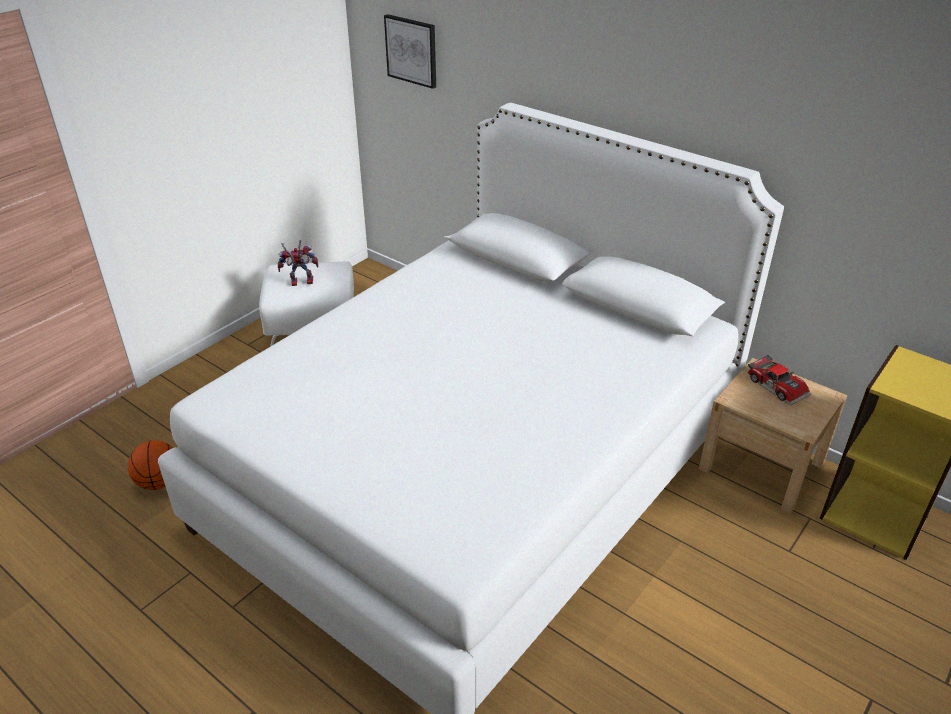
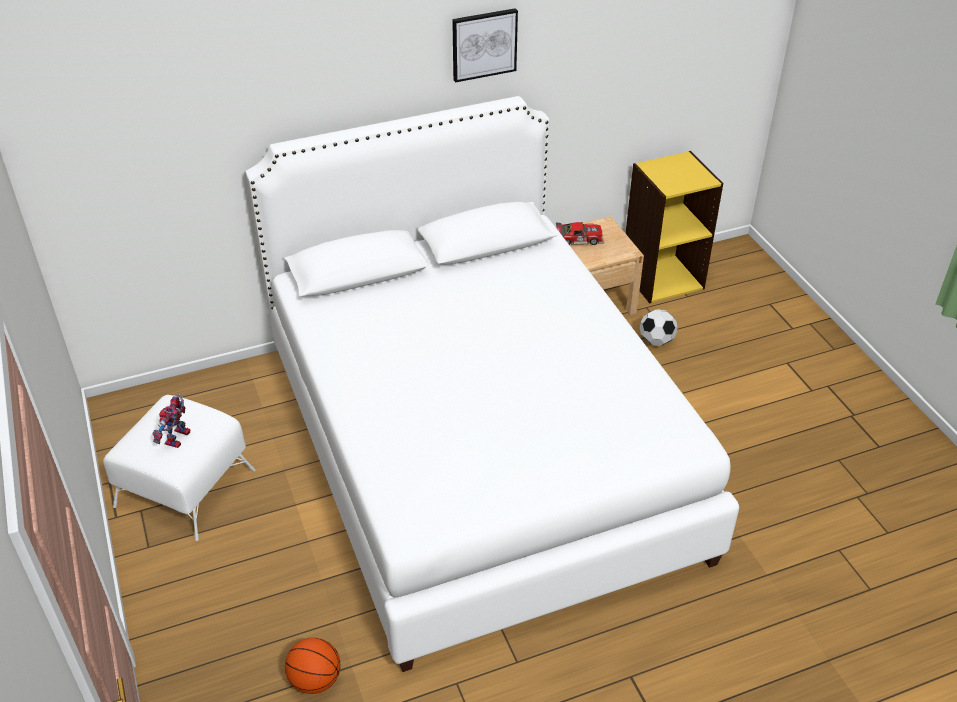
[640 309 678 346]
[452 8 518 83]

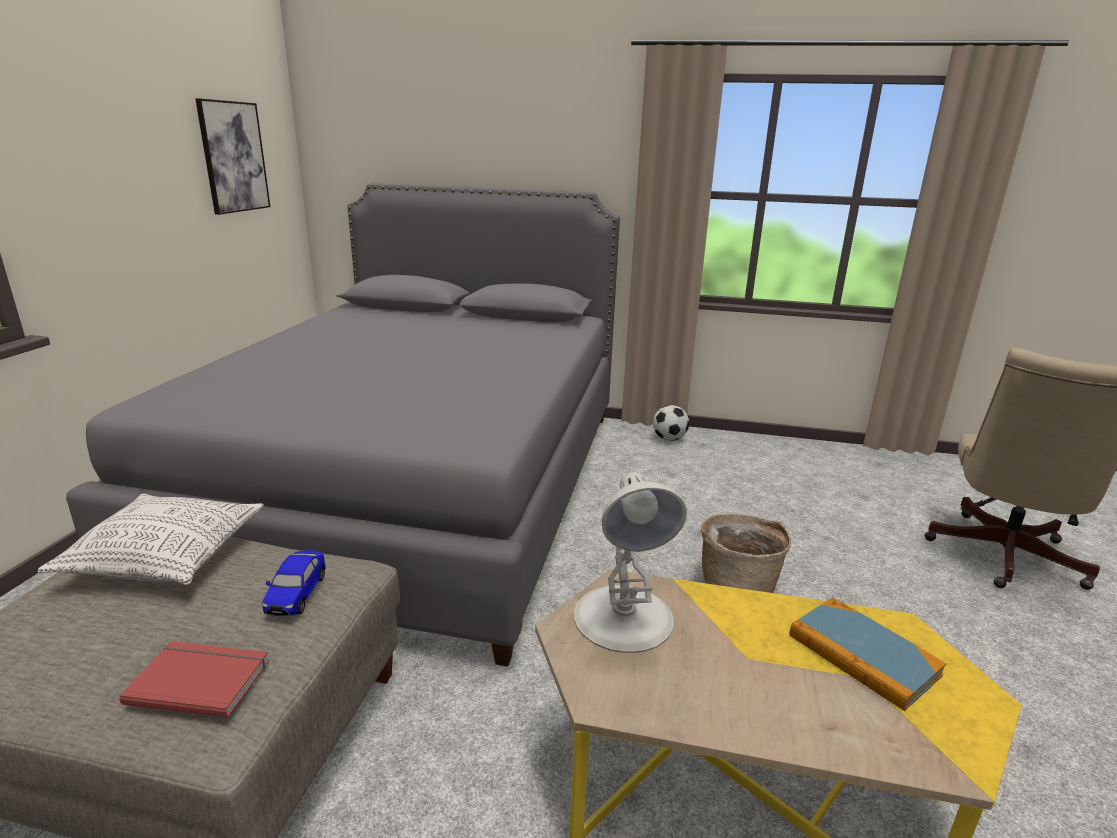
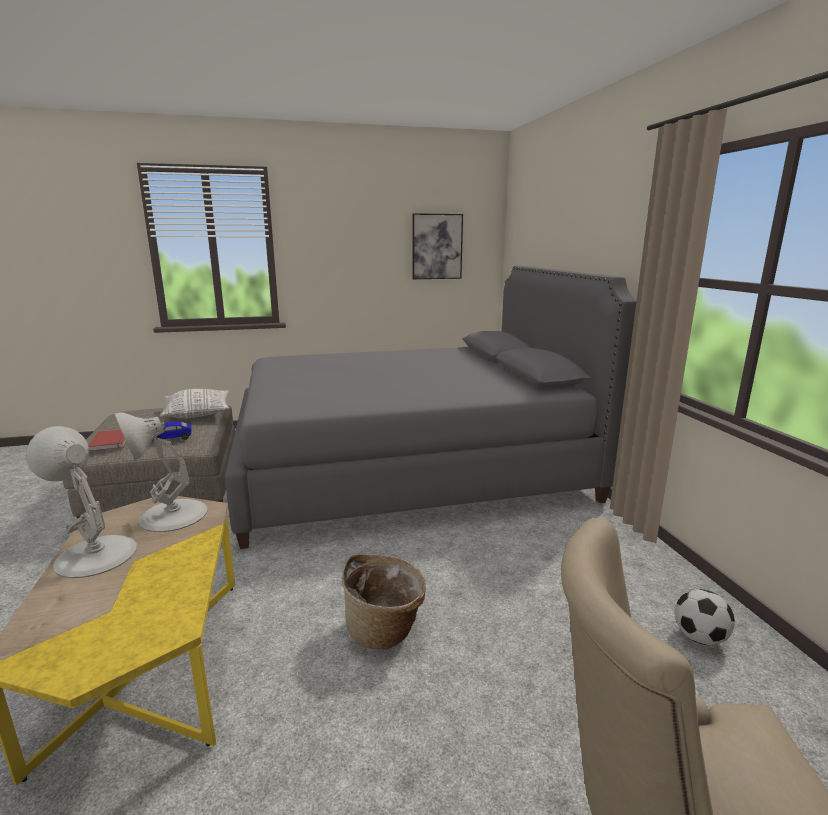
[789 597 947 711] (first image)
[26 426 137 578]
[675 589 735 645]

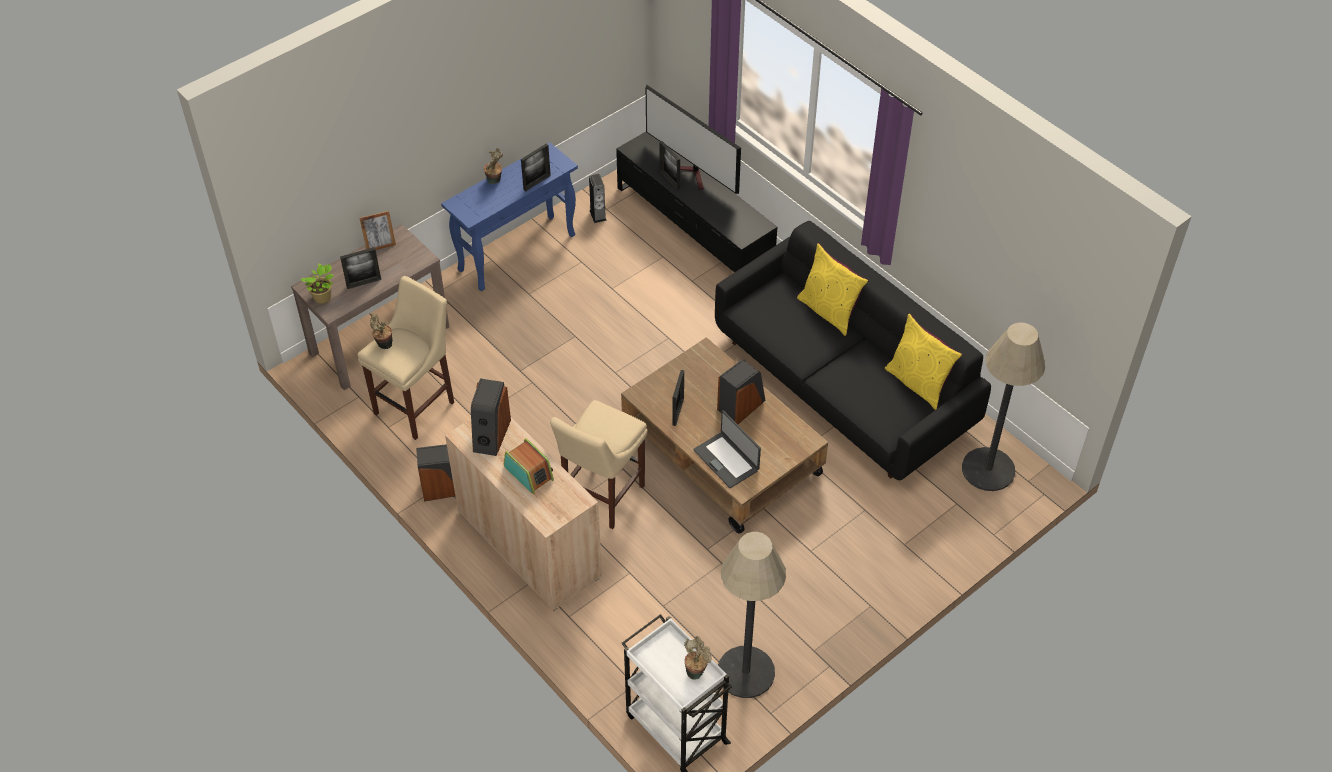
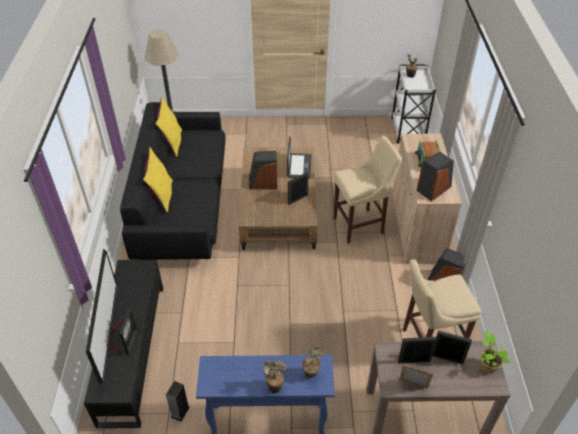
[718 532 786 698] (first image)
[302 346 323 378]
[398 337 437 364]

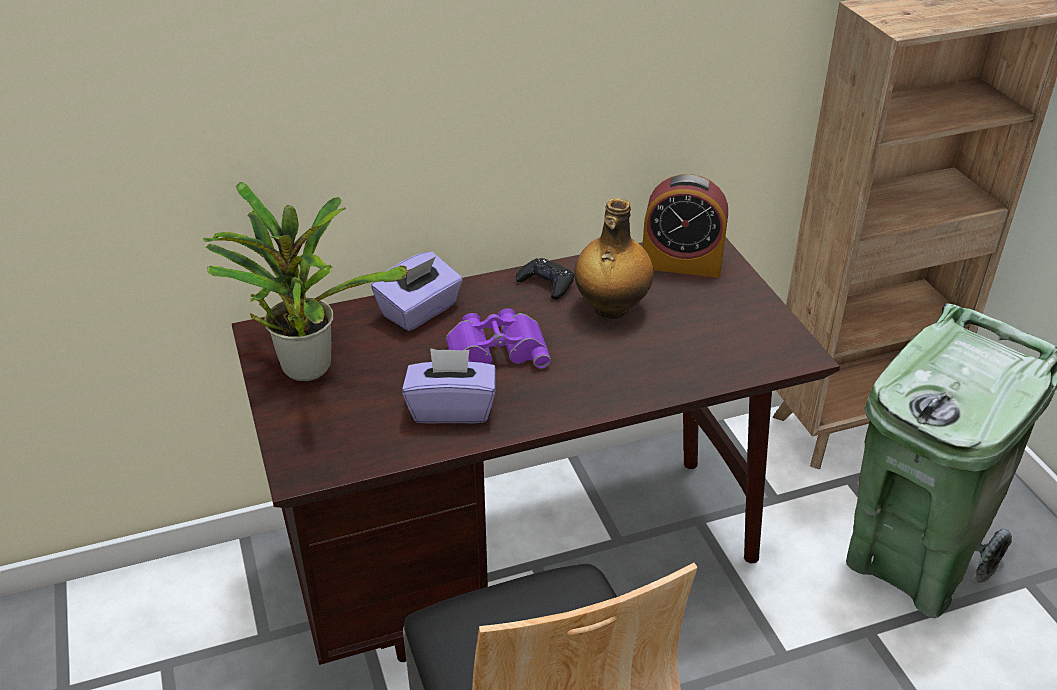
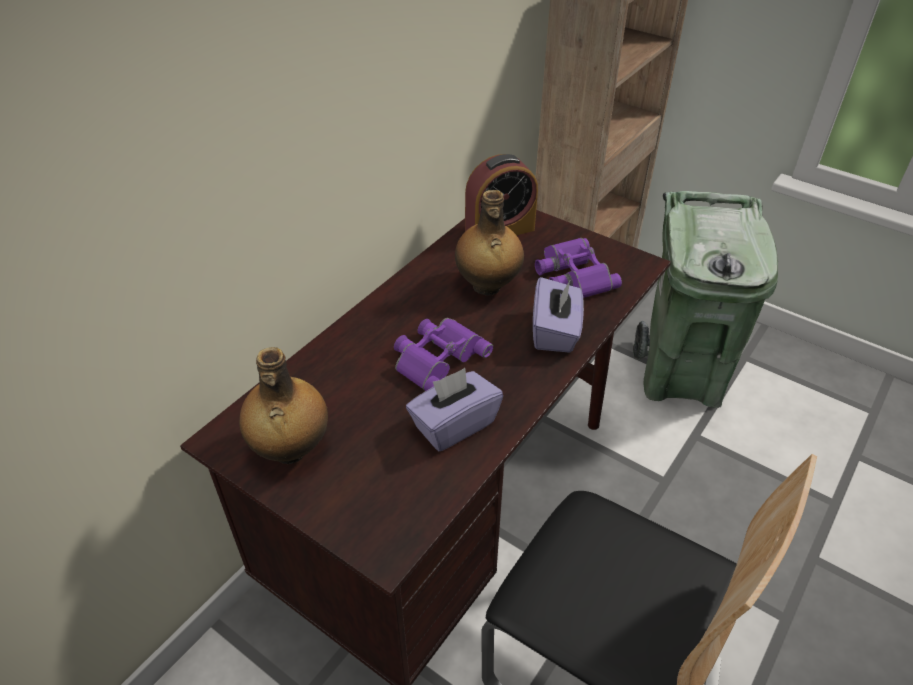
[516 258 574 299] (first image)
[535 238 622 298]
[533 277 584 353]
[239 347 328 464]

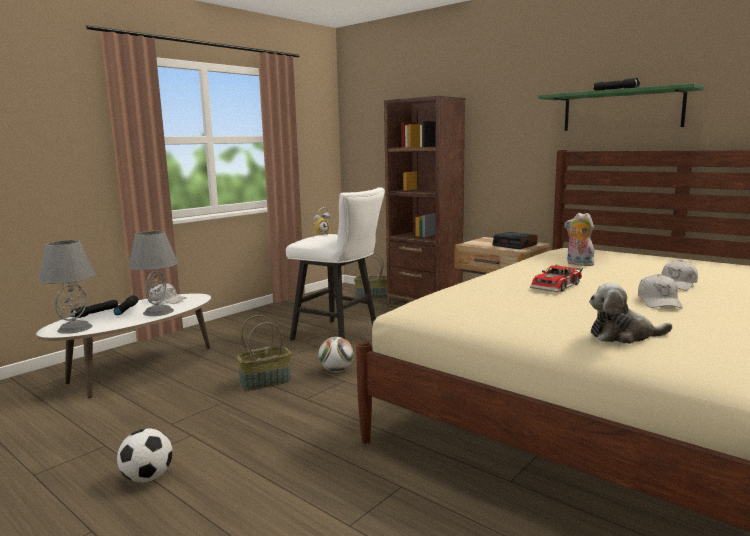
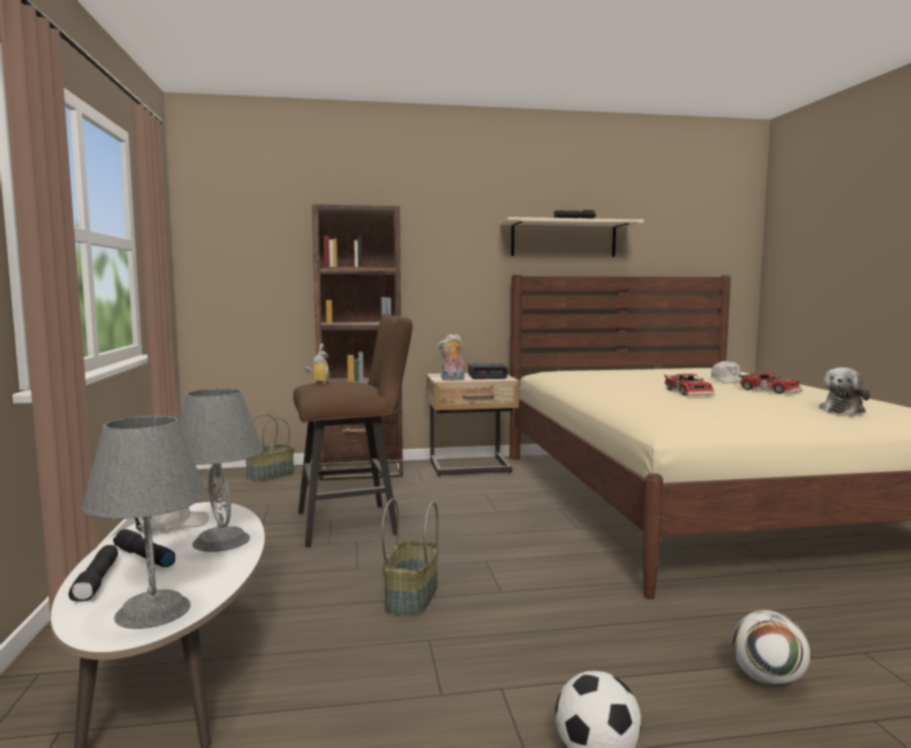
[732 610 810 687]
[437 334 465 380]
[738 372 803 394]
[293 314 413 547]
[499 217 644 257]

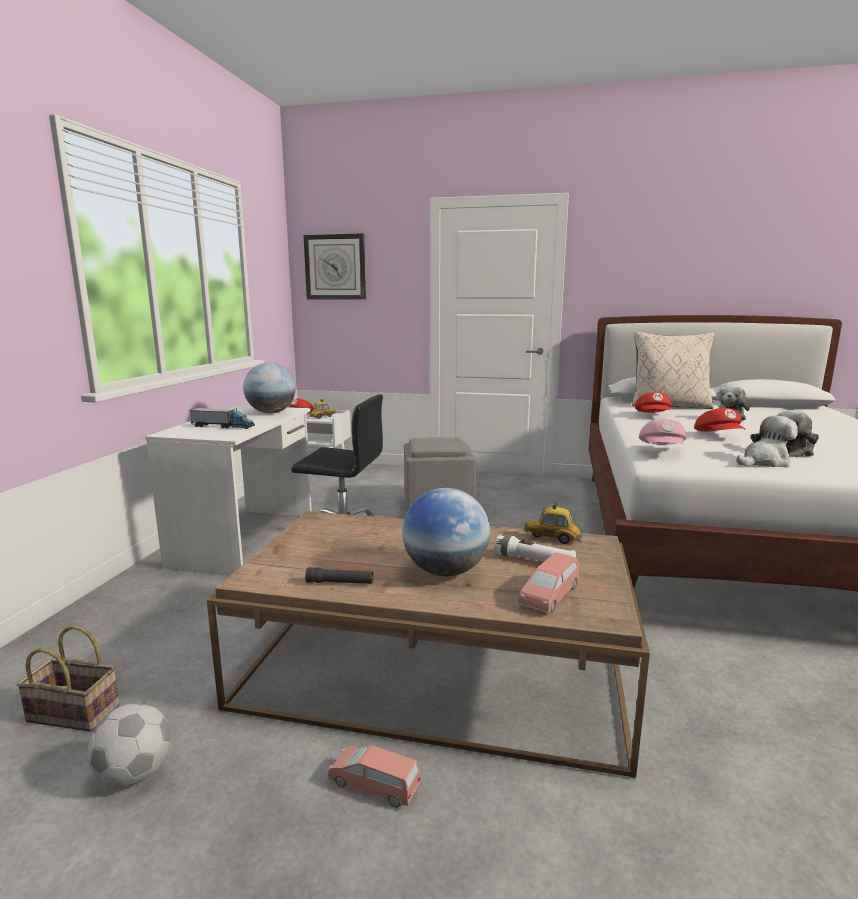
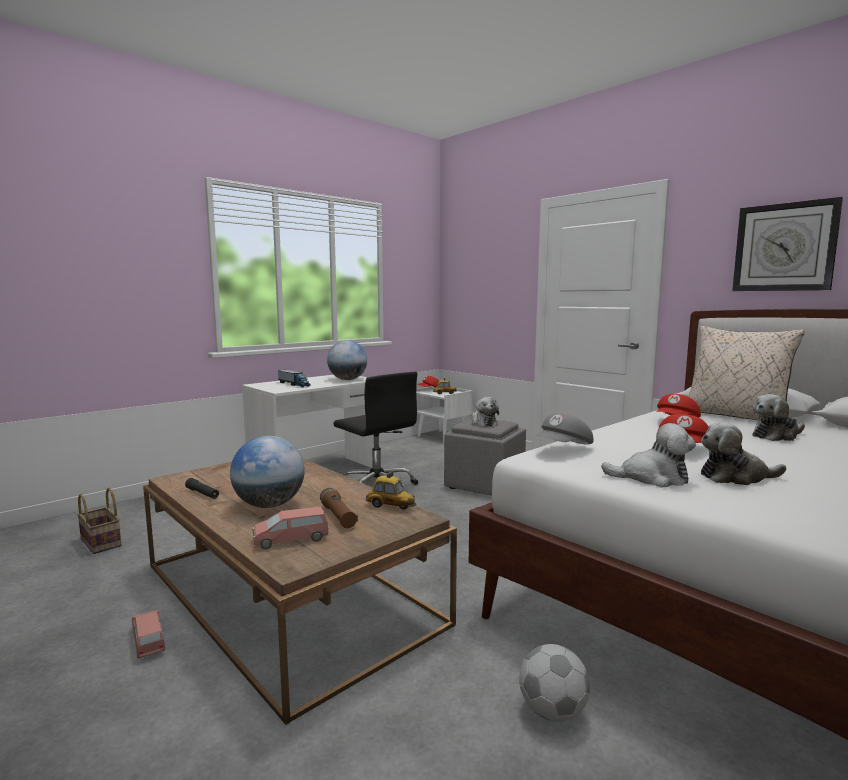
[472 397 499 427]
[519 644 590 722]
[732 197 843 291]
[320 488 358 528]
[535 413 593 445]
[365 471 416 509]

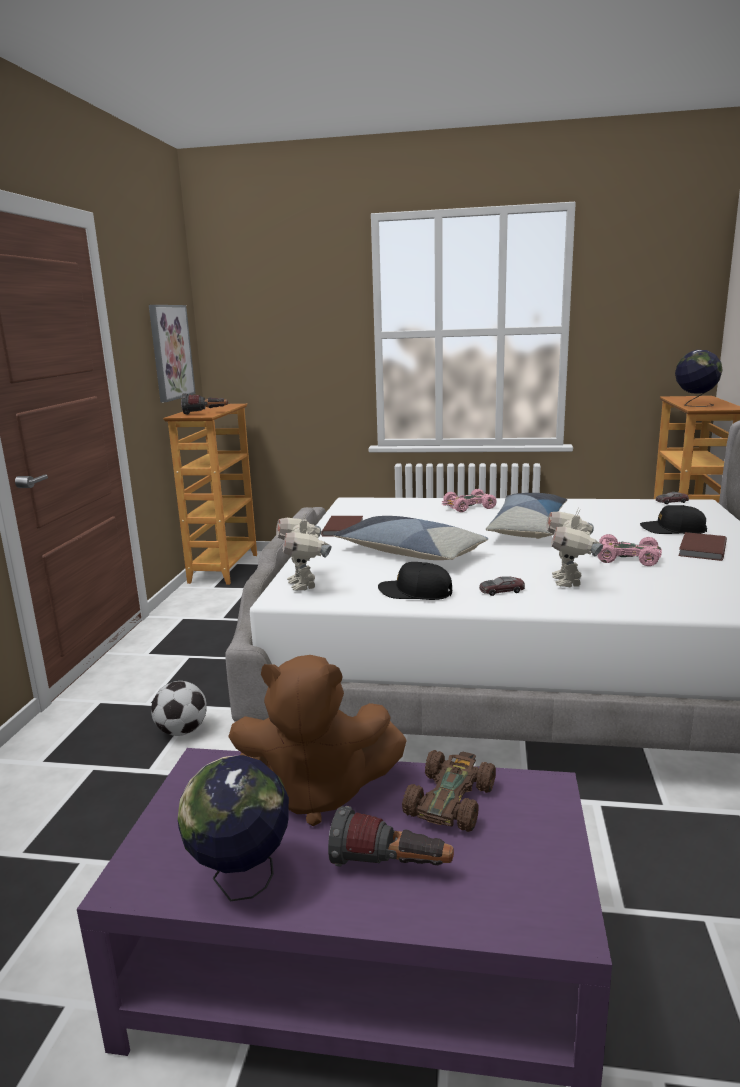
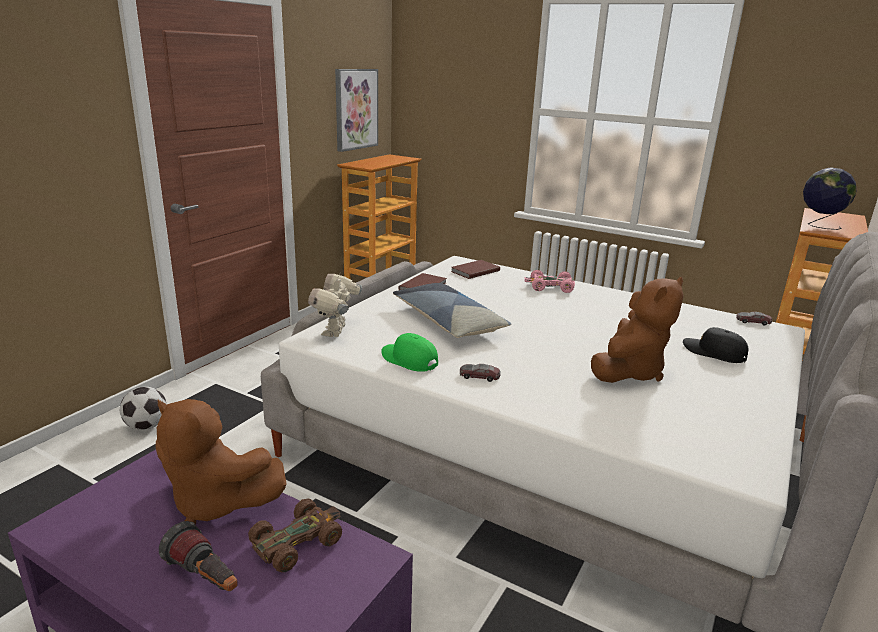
[178 755 289 902] (first image)
[181 393 228 415] (first image)
[486 493 567 539] (first image)
[546 507 603 587] (first image)
[120 387 167 430]
[451 260 500 279]
[591 277 684 383]
[381 333 438 372]

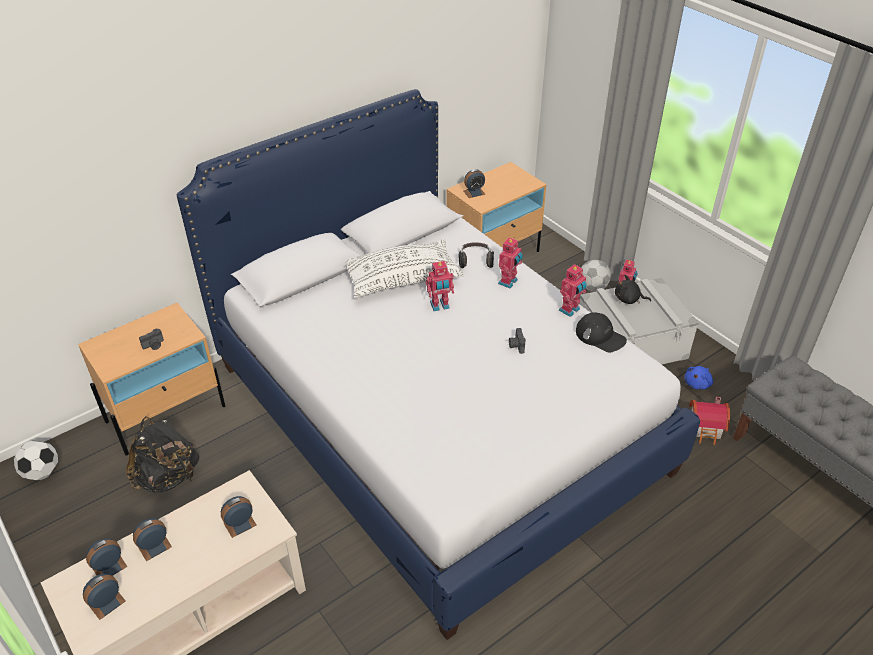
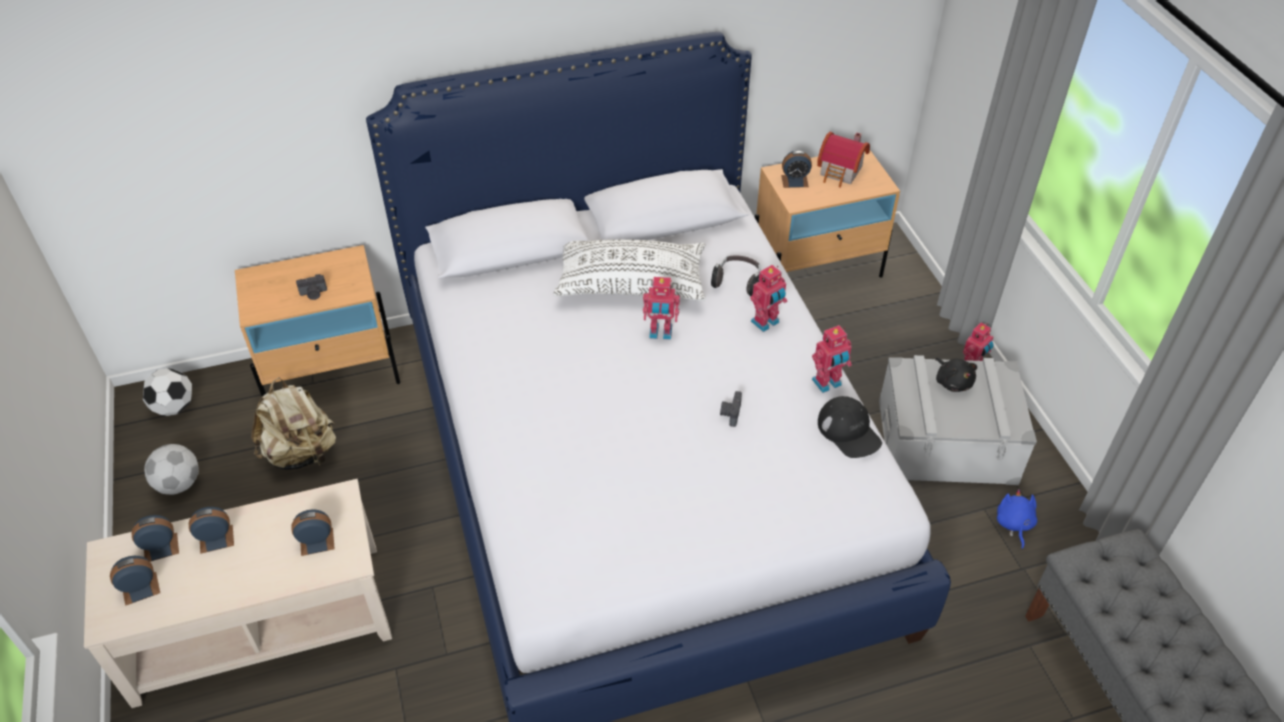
[144 444 199 495]
[817 132 870 188]
[251 377 336 470]
[935 358 977 392]
[997 489 1037 549]

